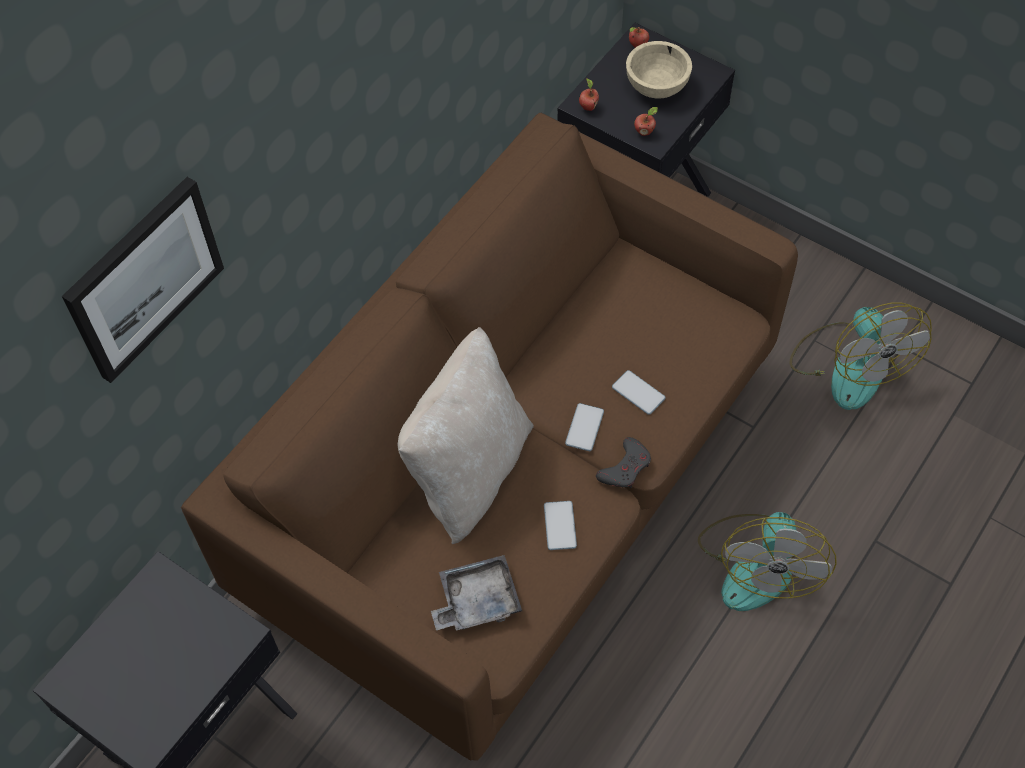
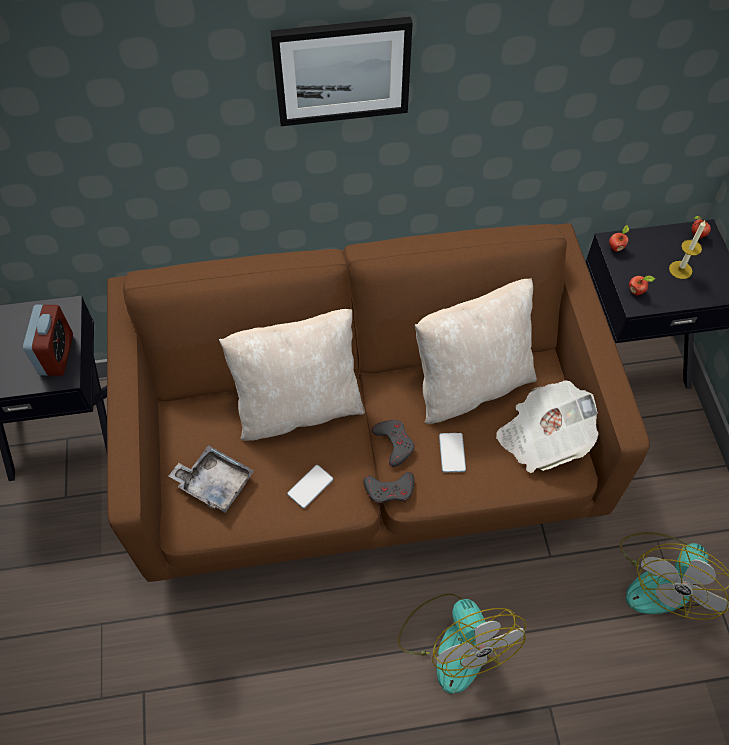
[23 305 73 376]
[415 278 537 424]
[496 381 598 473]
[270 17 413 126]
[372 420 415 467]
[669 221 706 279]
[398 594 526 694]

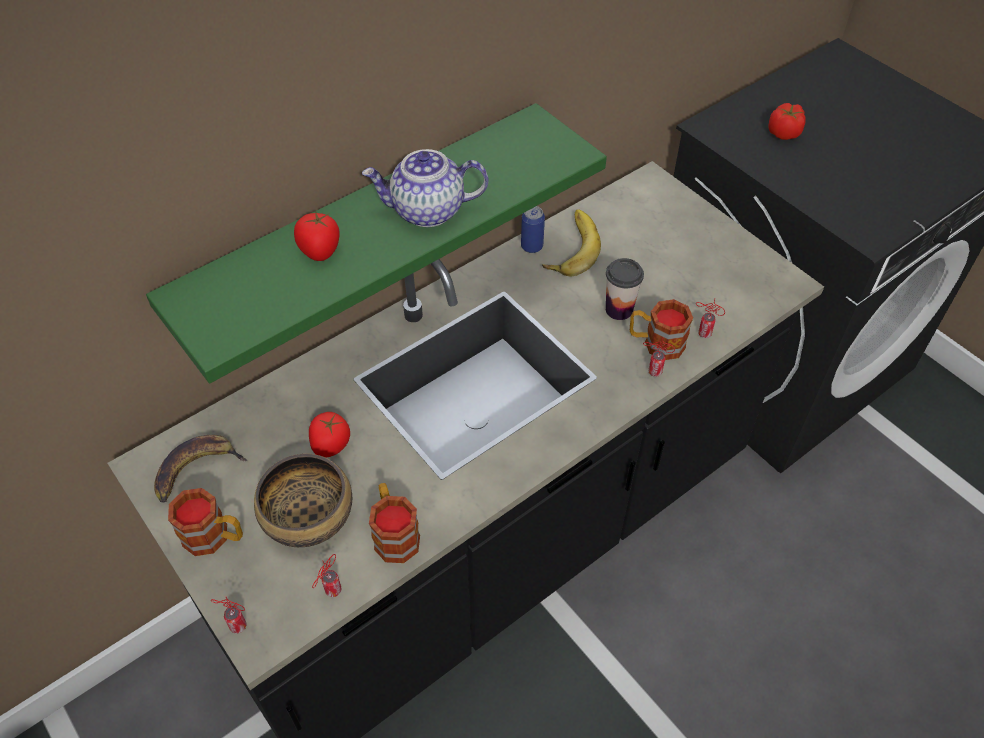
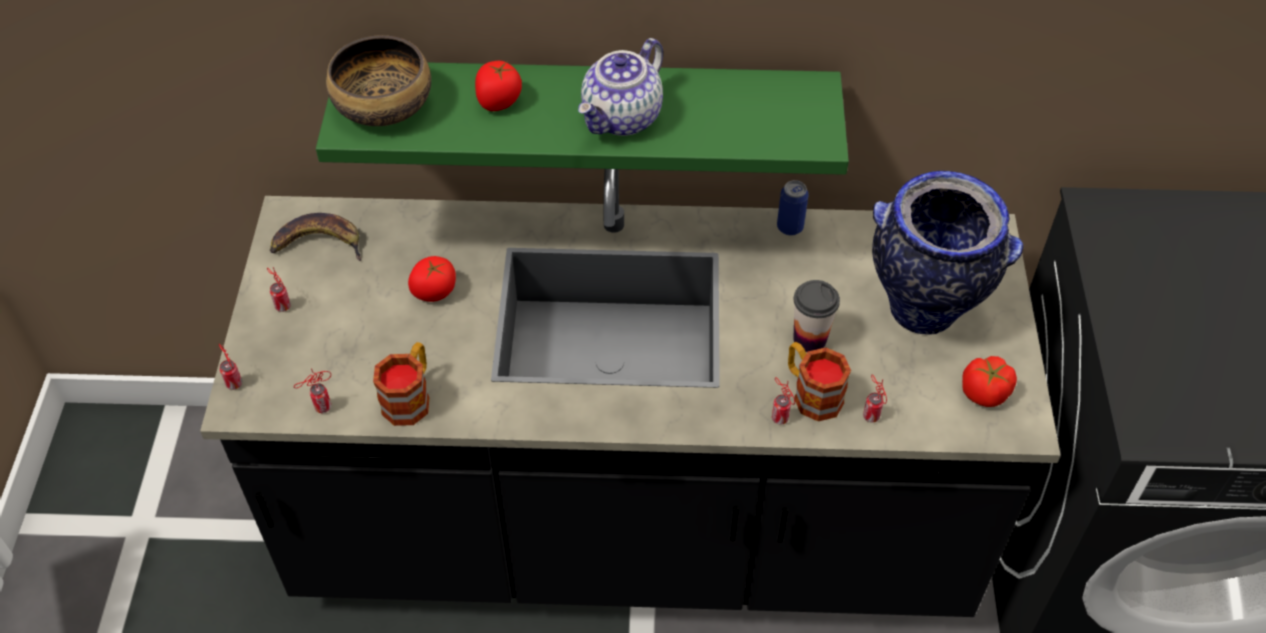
[542 209 601 277] (first image)
[872 171 1024 334]
[326 35 431 126]
[962 356 1017 407]
[267 267 291 312]
[578 38 663 136]

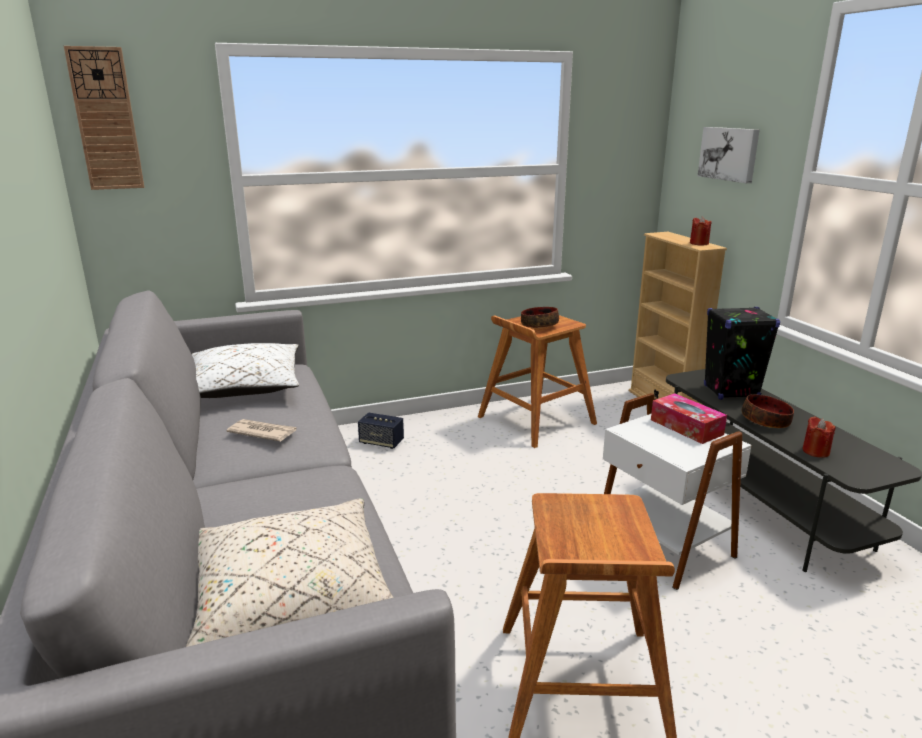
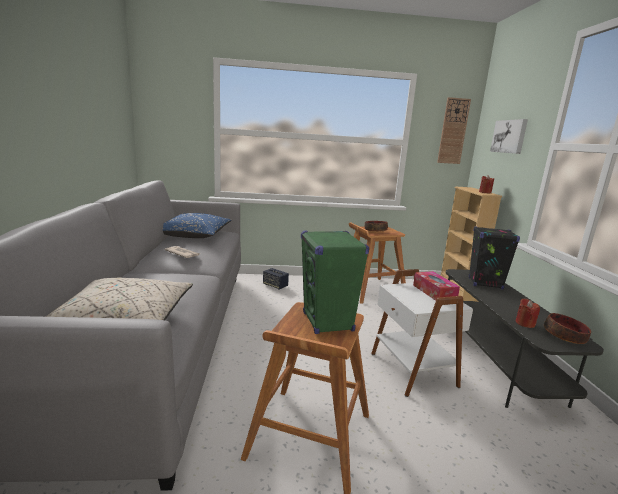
[301 230 369 334]
[437 97 471 164]
[544 313 591 344]
[163 213 232 238]

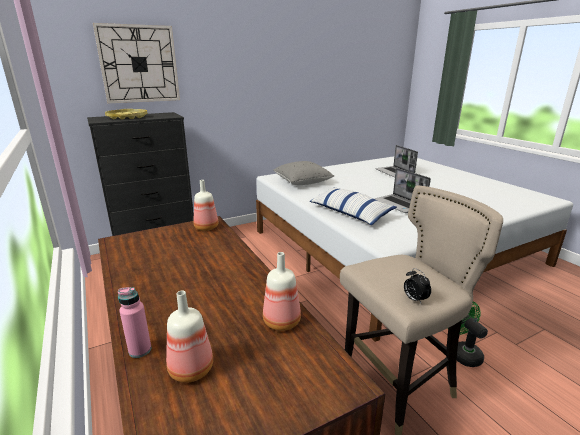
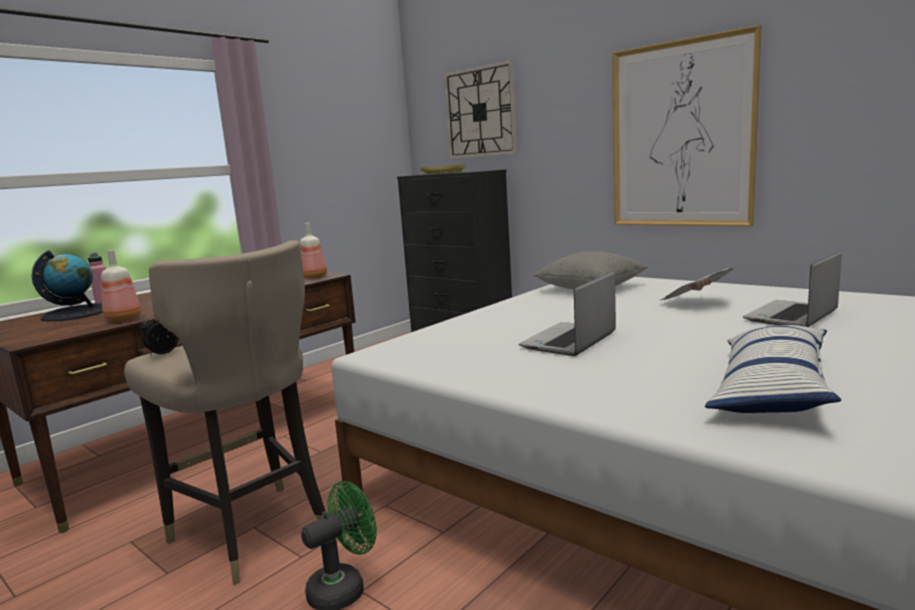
[612 25 762 226]
[660 267 734 301]
[705 325 841 413]
[31 250 103 321]

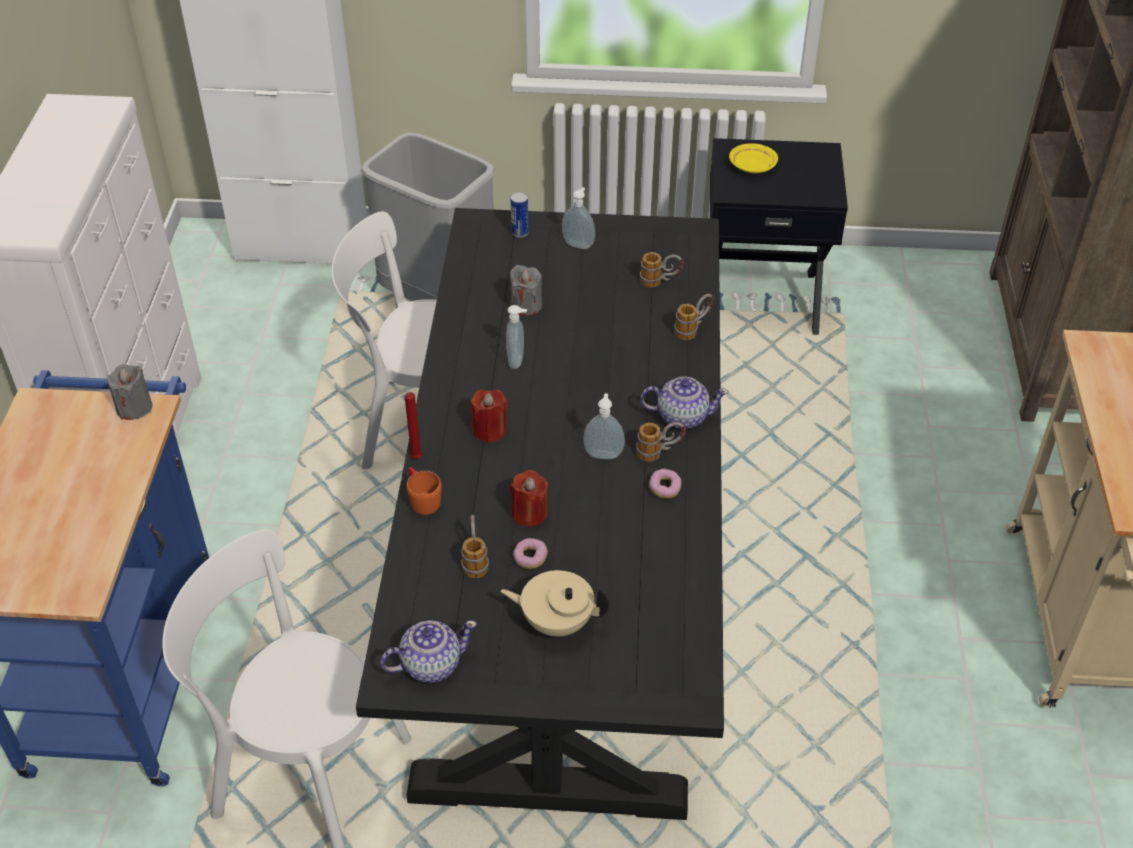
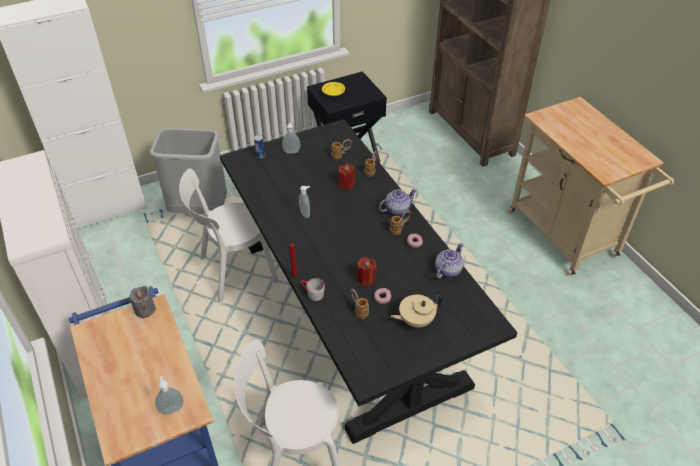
[510 265 542 316] (first image)
[435 243 464 279]
[338 164 355 189]
[155 376 184 415]
[301 278 325 301]

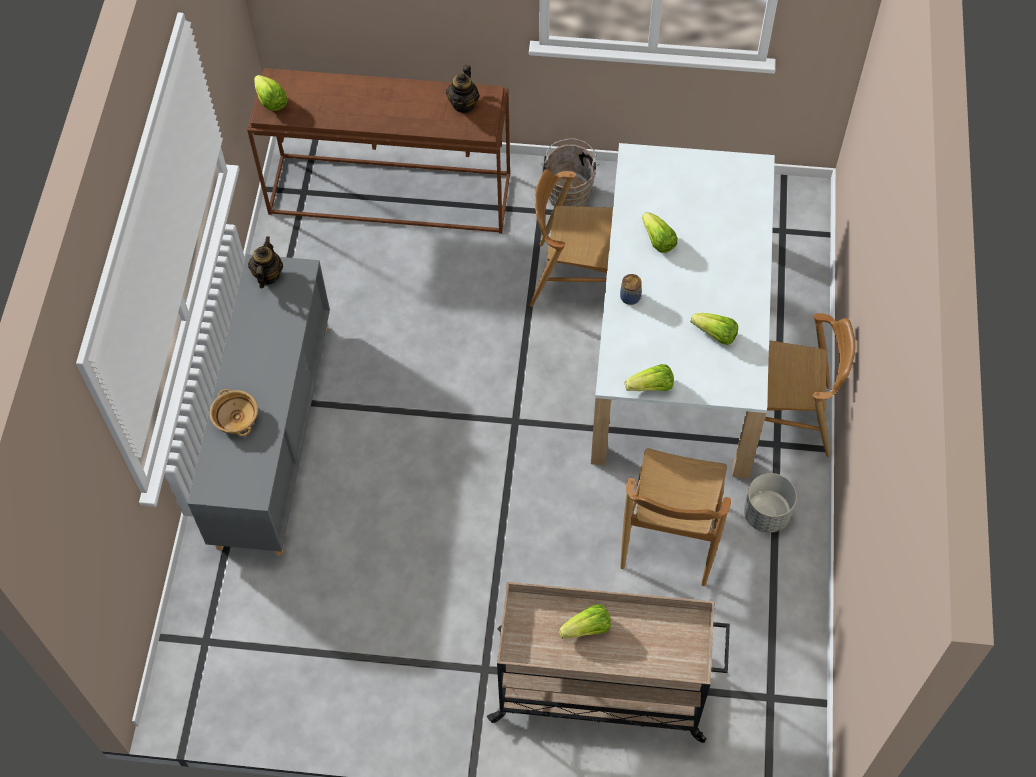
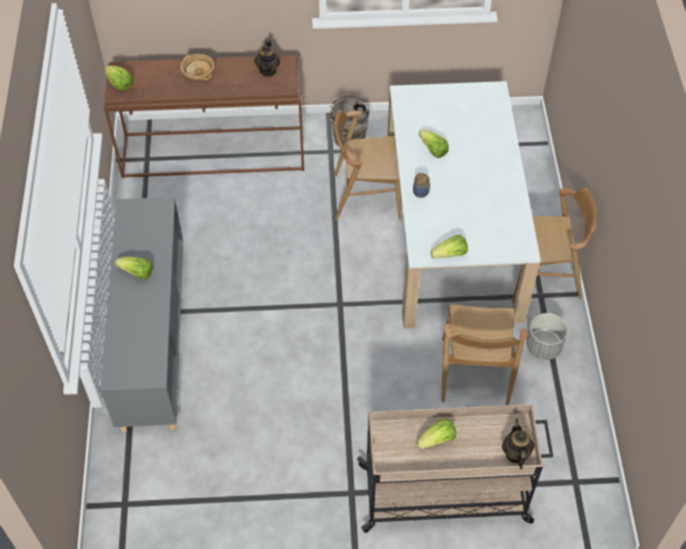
[180 54 214 80]
[502 419 535 469]
[115 257 153 279]

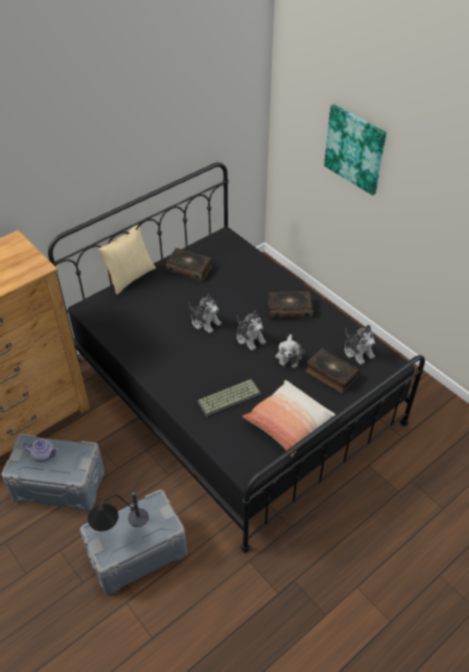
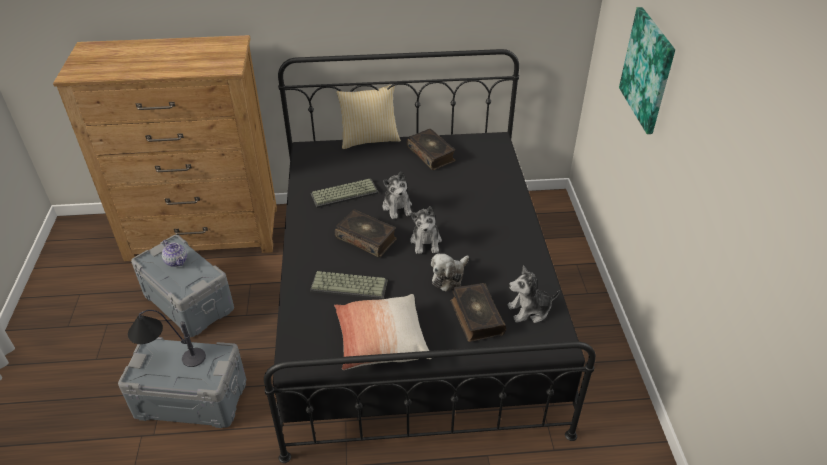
[311 179 379 208]
[335 209 397 257]
[507 265 560 323]

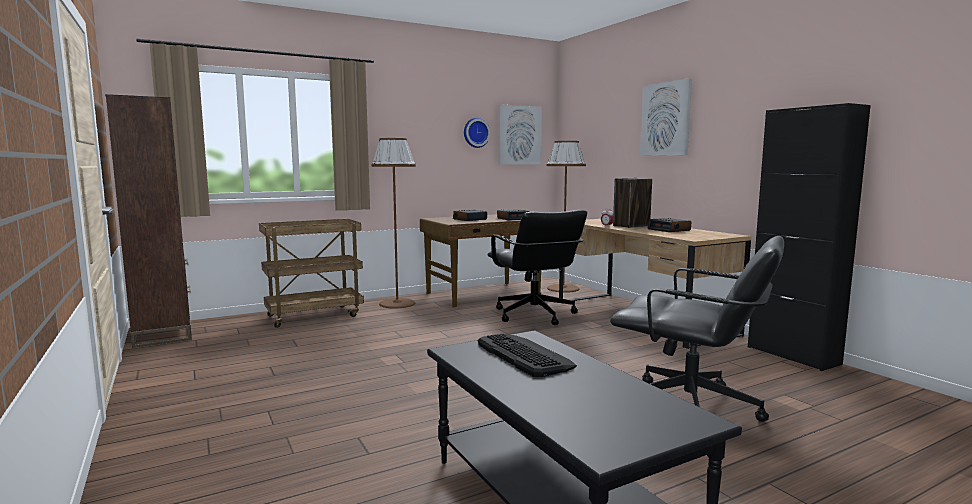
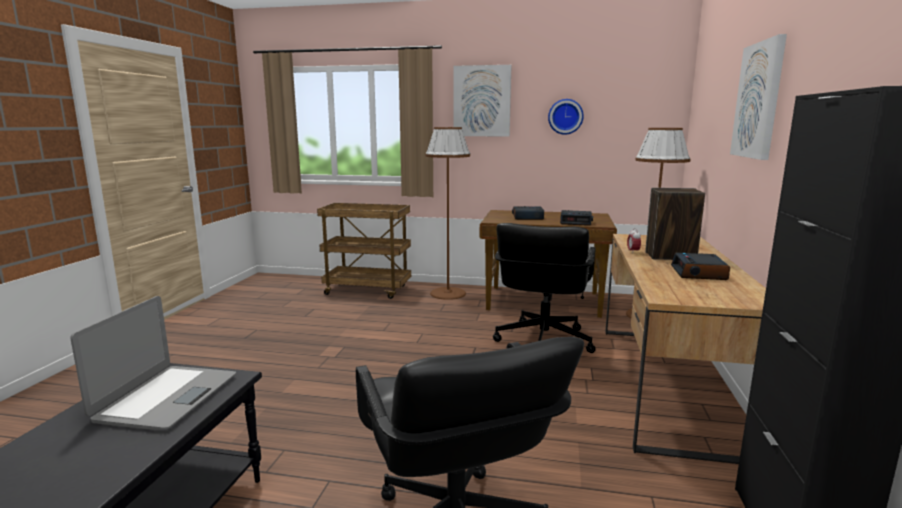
[105 94 192 348] (first image)
[453 65 512 136]
[70 296 236 430]

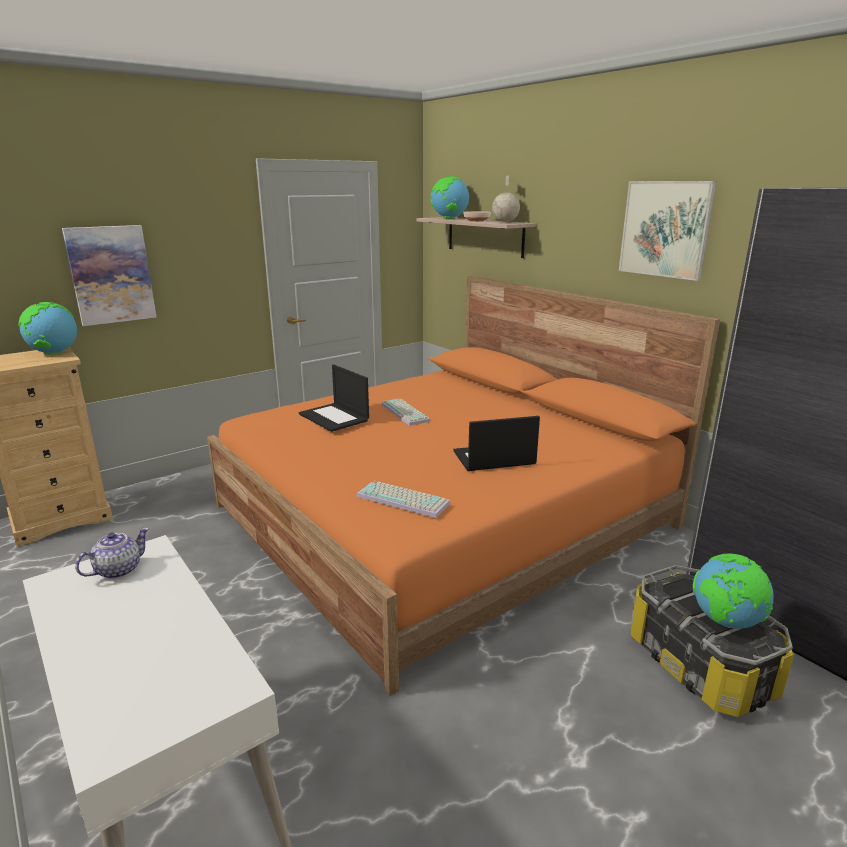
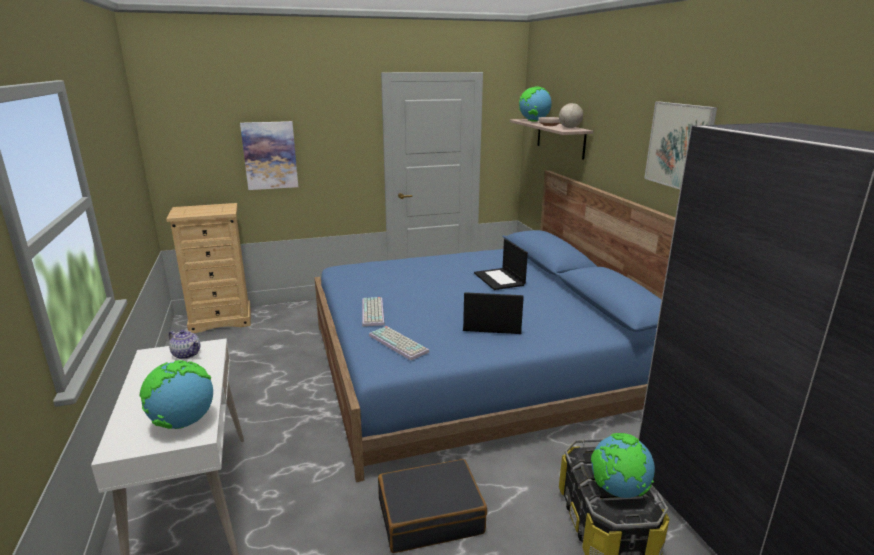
[378 459 487 553]
[140 360 213 429]
[474 239 528 290]
[362 297 385 326]
[314 170 675 482]
[169 330 200 359]

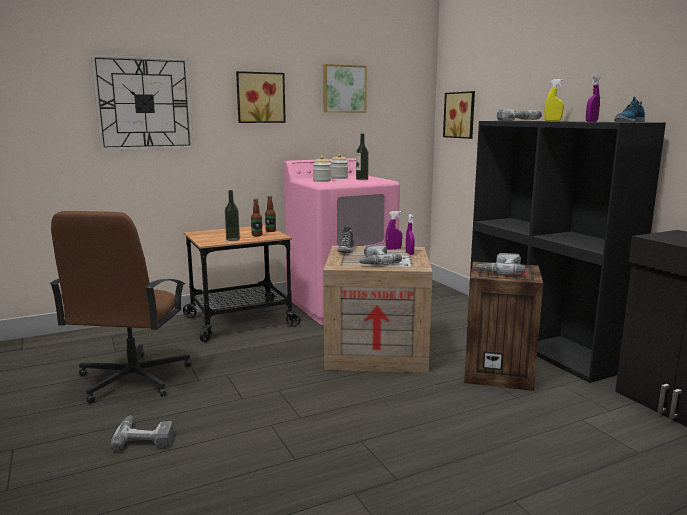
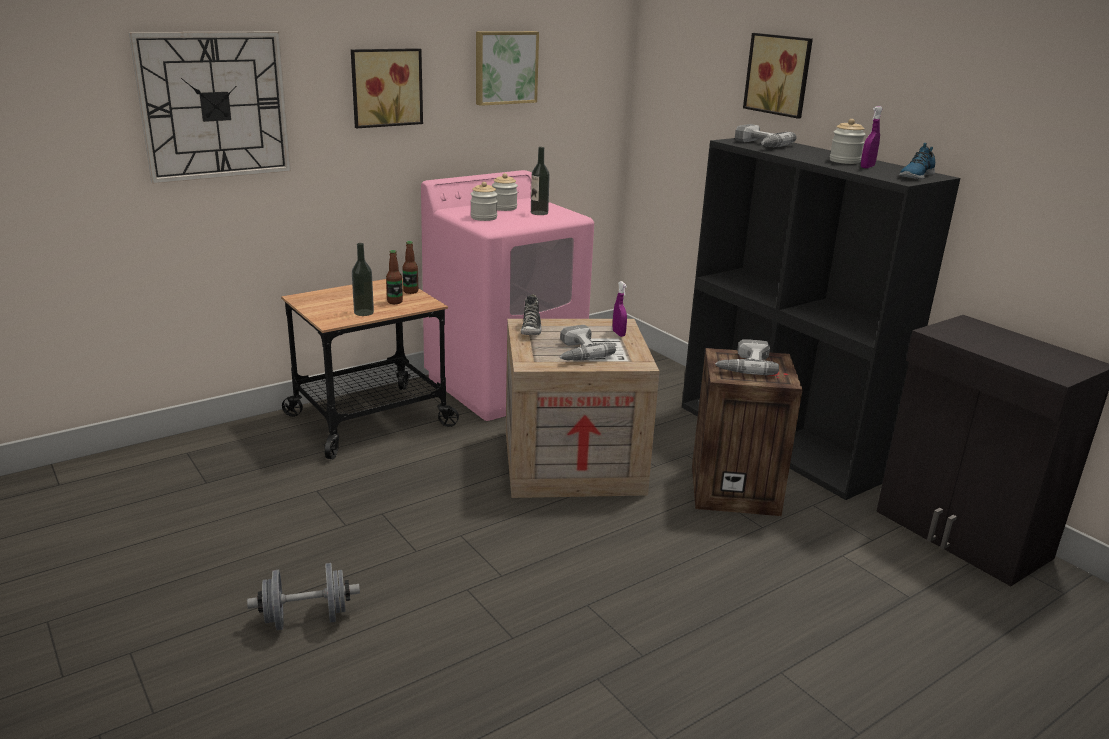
[49 211 191 404] (first image)
[386 211 402 250] (first image)
[544 79 564 121] (first image)
[830 119 866 164]
[743 33 813 119]
[247 563 360 630]

